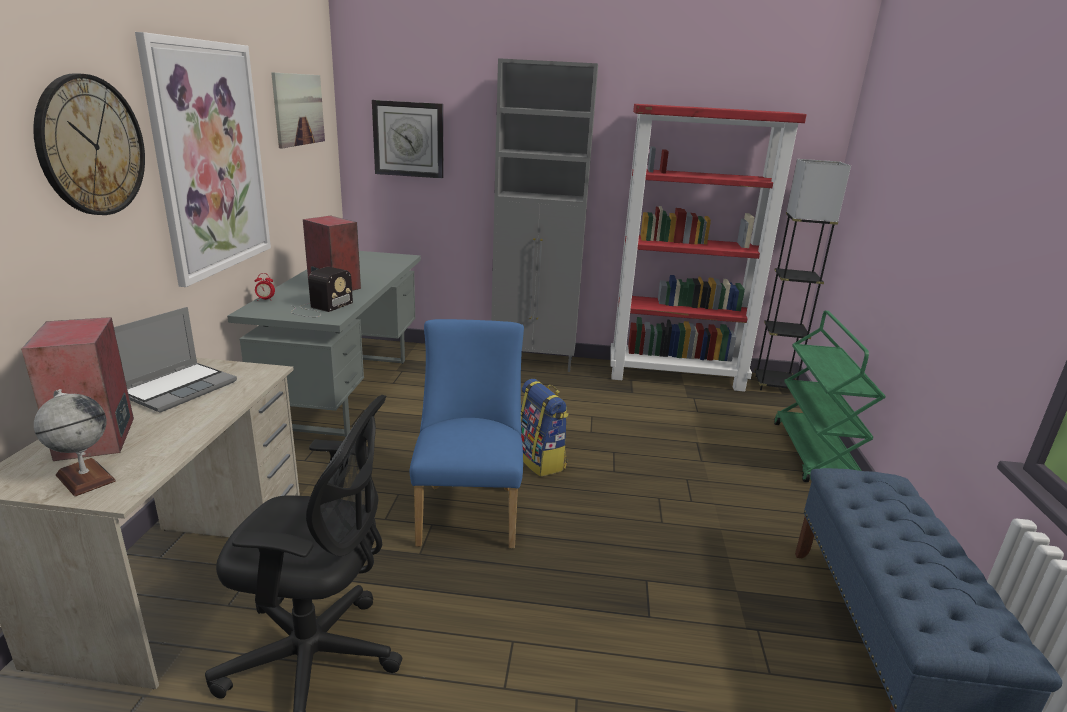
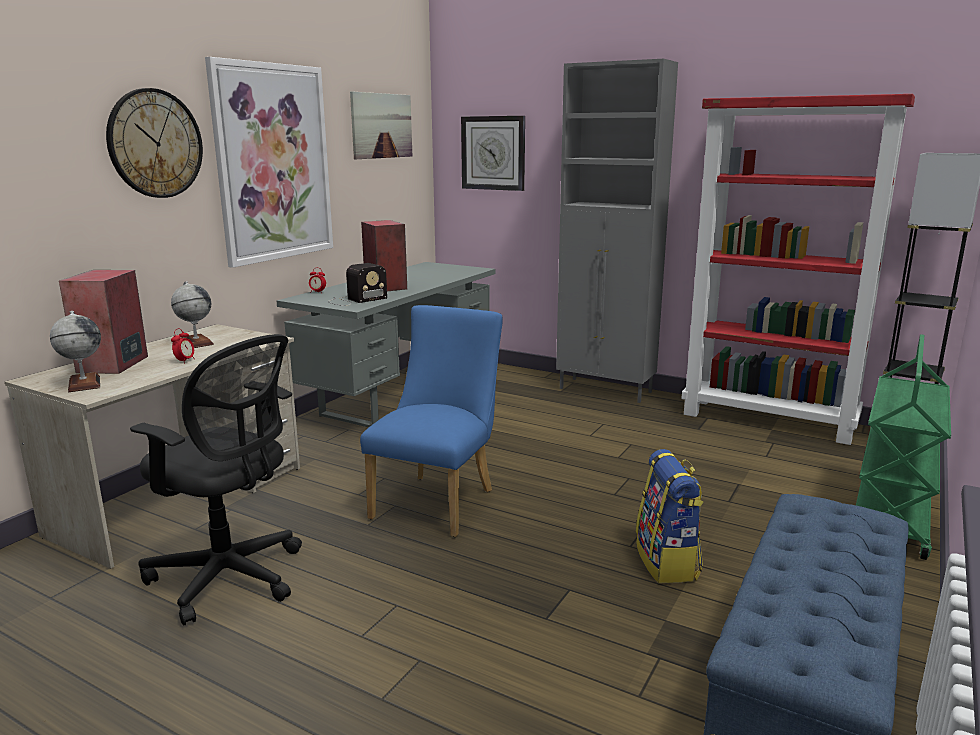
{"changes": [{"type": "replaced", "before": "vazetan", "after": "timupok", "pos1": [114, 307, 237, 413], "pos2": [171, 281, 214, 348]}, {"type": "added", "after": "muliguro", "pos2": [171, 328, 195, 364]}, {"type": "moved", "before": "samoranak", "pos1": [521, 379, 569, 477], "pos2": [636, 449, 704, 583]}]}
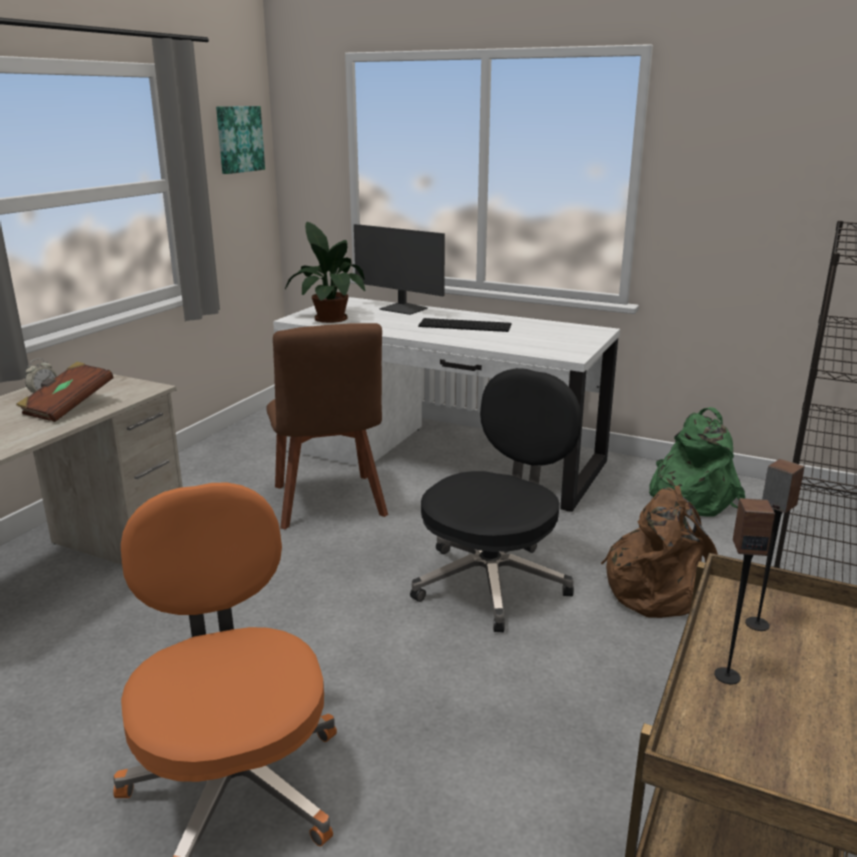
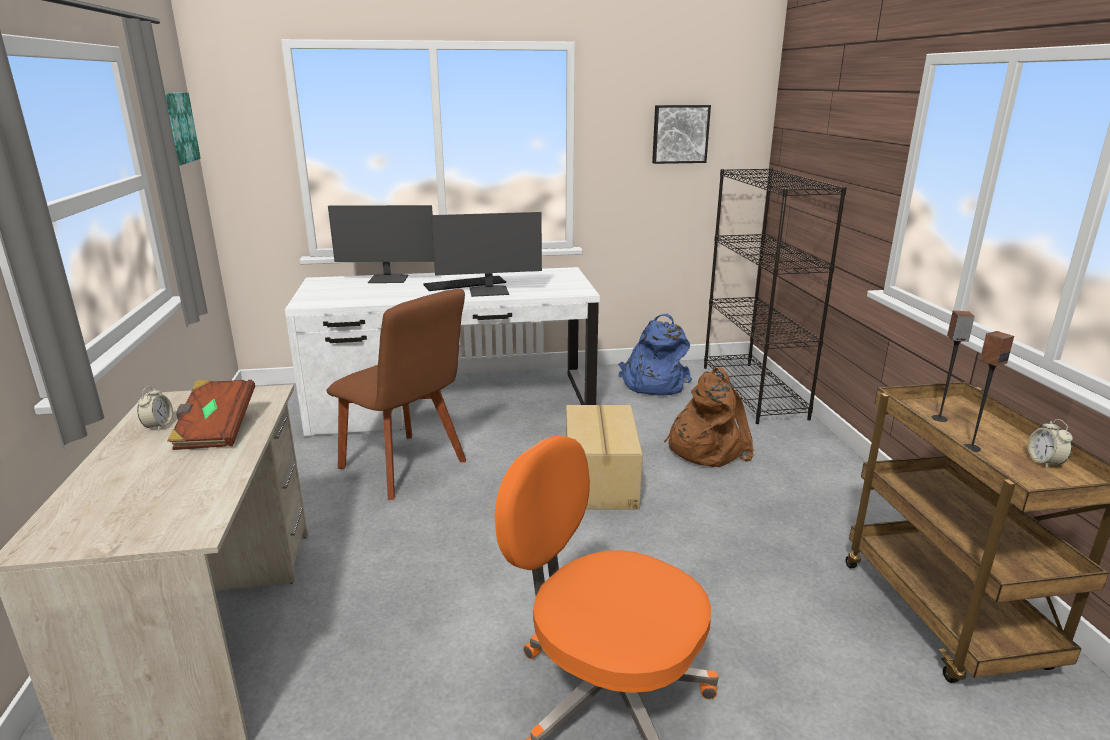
{"changes": [{"type": "added", "after": "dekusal", "pos2": [431, 212, 542, 297]}, {"type": "replaced", "before": "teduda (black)", "after": "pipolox", "pos1": [410, 368, 581, 632], "pos2": [566, 405, 643, 510]}, {"type": "recoloured", "before": "samoranak (green)", "after": "samoranak (blue)", "pos1": [649, 407, 745, 517], "pos2": [618, 314, 692, 395]}, {"type": "added", "after": "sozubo", "pos2": [652, 105, 711, 164]}, {"type": "added", "after": "muliguro", "pos2": [1028, 419, 1073, 469]}, {"type": "removed", "before": "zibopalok", "pos1": [285, 222, 365, 323]}]}
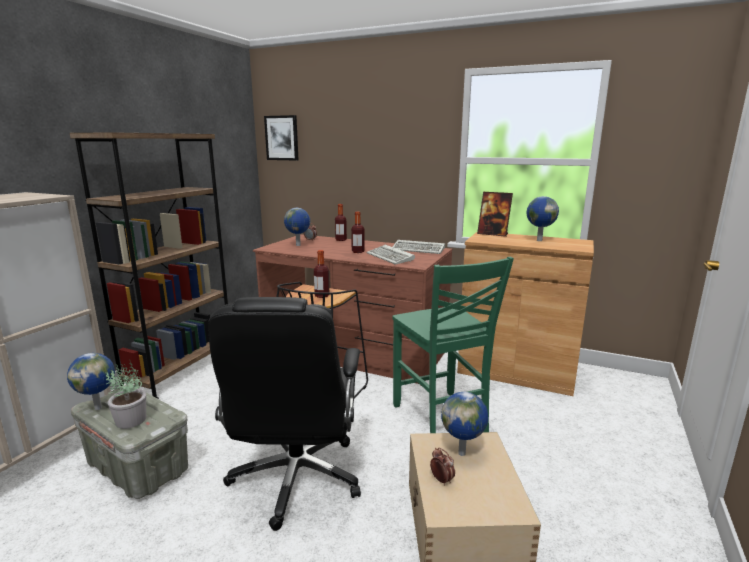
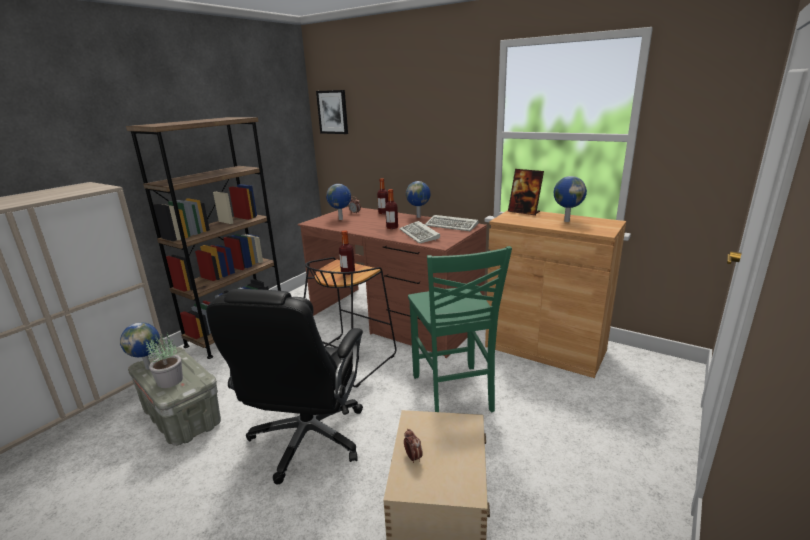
{"changes": [{"type": "moved", "before": "timupok", "pos1": [441, 392, 488, 456], "pos2": [406, 181, 430, 218]}]}
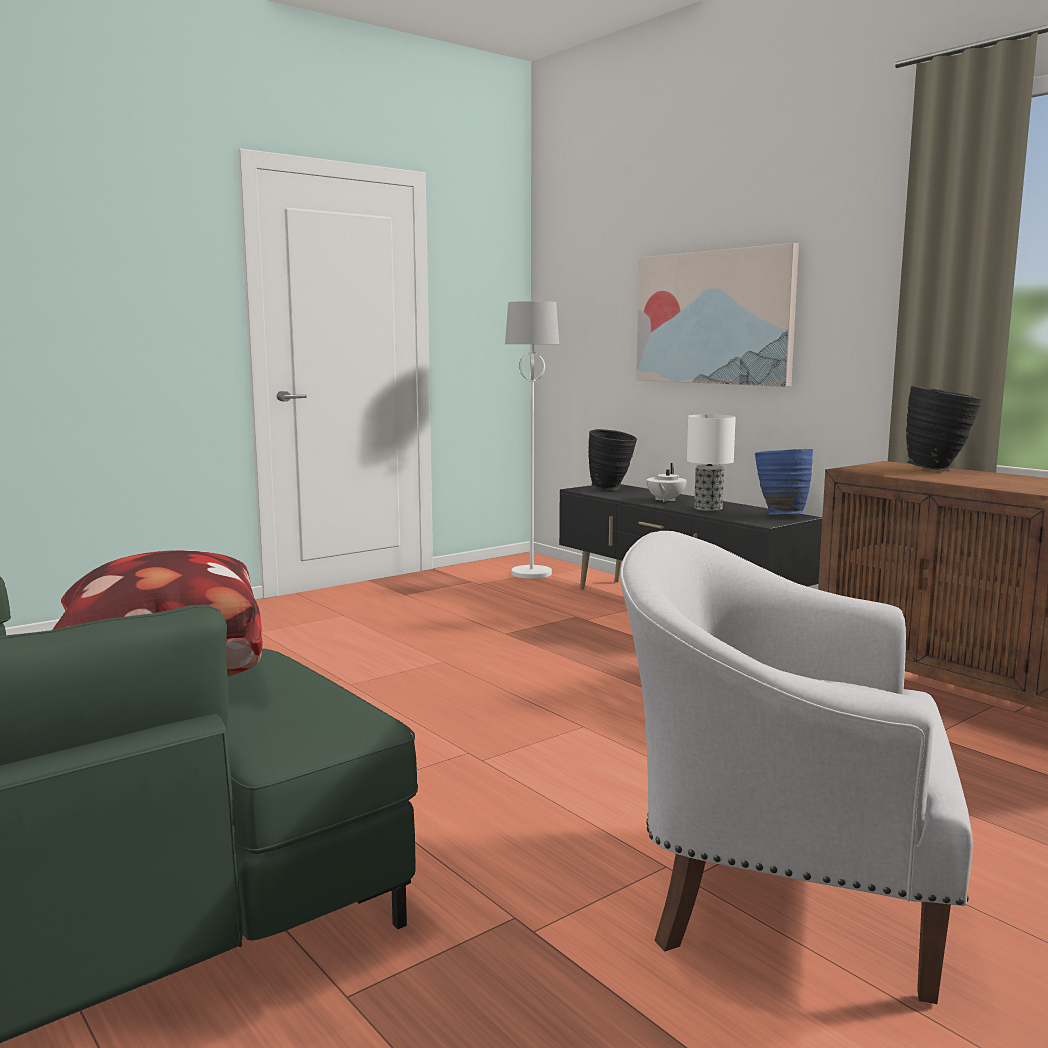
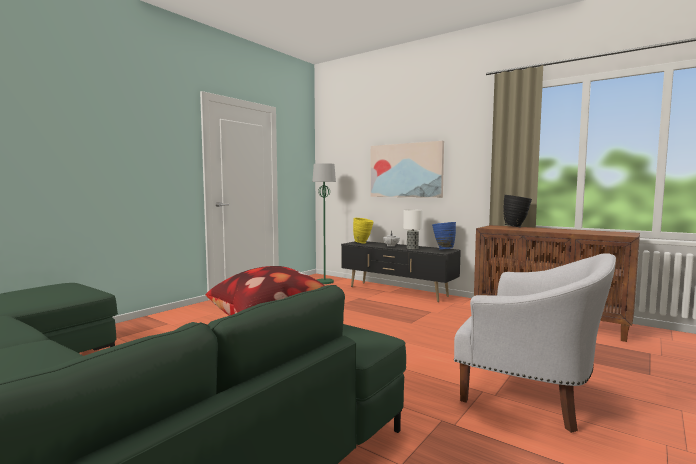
{"changes": [{"type": "recoloured", "before": "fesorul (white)", "after": "fesorul (green)", "pos1": [505, 301, 559, 579], "pos2": [312, 163, 336, 284]}, {"type": "recoloured", "before": "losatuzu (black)", "after": "losatuzu (yellow)", "pos1": [588, 429, 637, 491], "pos2": [353, 218, 374, 243]}, {"type": "turned", "before": "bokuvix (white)", "pos1": [620, 531, 973, 1004], "pos2": [454, 253, 616, 433], "turn": -150}]}
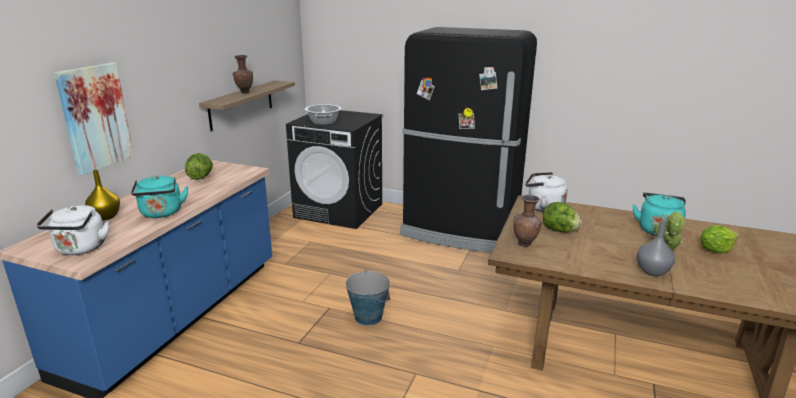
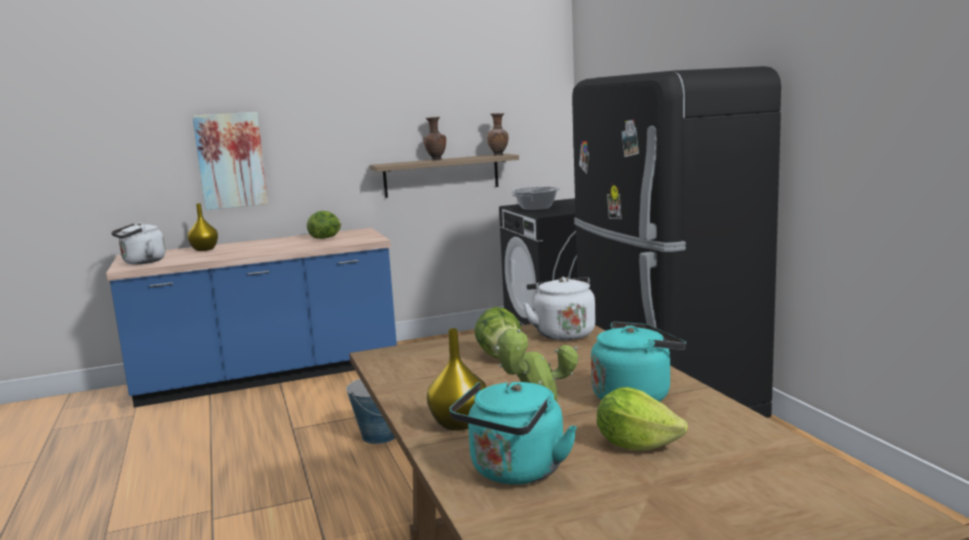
{"changes": [{"type": "recoloured", "before": "losatuzu (grey)", "after": "losatuzu (yellow)", "pos1": [637, 220, 675, 276], "pos2": [427, 328, 486, 431]}, {"type": "moved", "before": "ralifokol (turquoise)", "pos1": [131, 175, 188, 218], "pos2": [449, 382, 577, 485]}, {"type": "moved", "before": "losatuzu (brown)", "pos1": [513, 195, 542, 247], "pos2": [487, 113, 509, 156]}]}
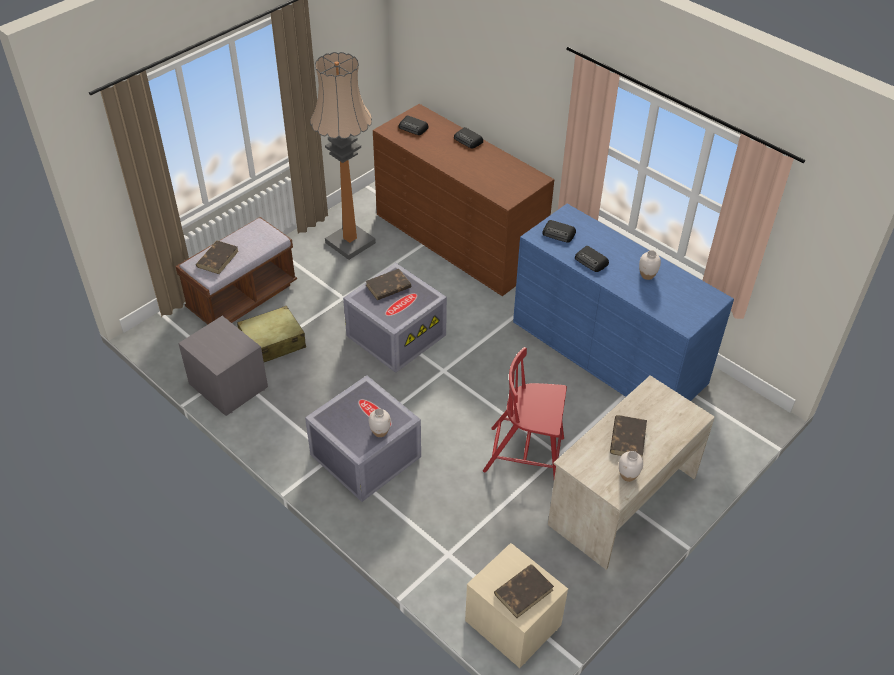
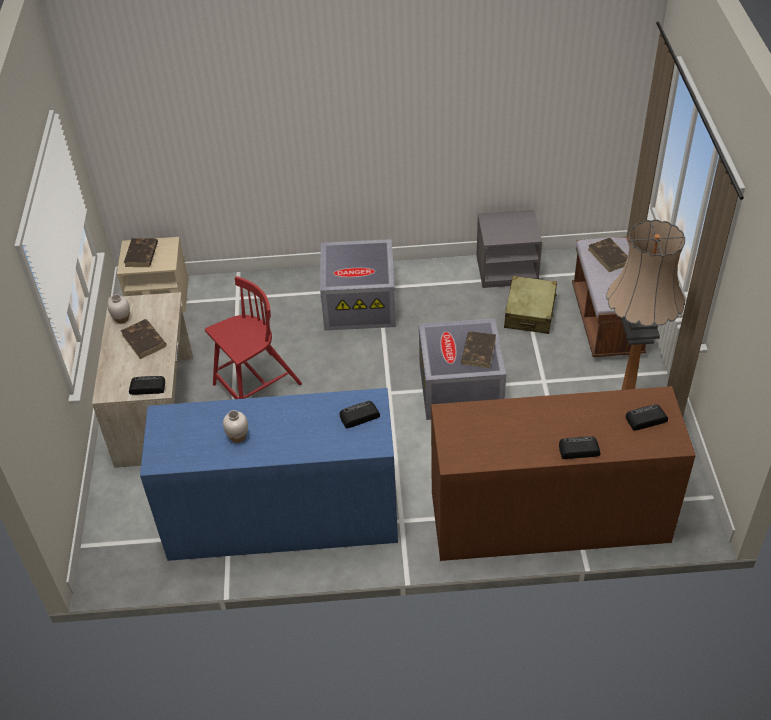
{"changes": [{"type": "moved", "before": "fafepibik", "pos1": [575, 246, 609, 272], "pos2": [129, 376, 165, 395]}, {"type": "removed", "before": "losatuzu (white)", "pos1": [369, 408, 391, 437]}]}
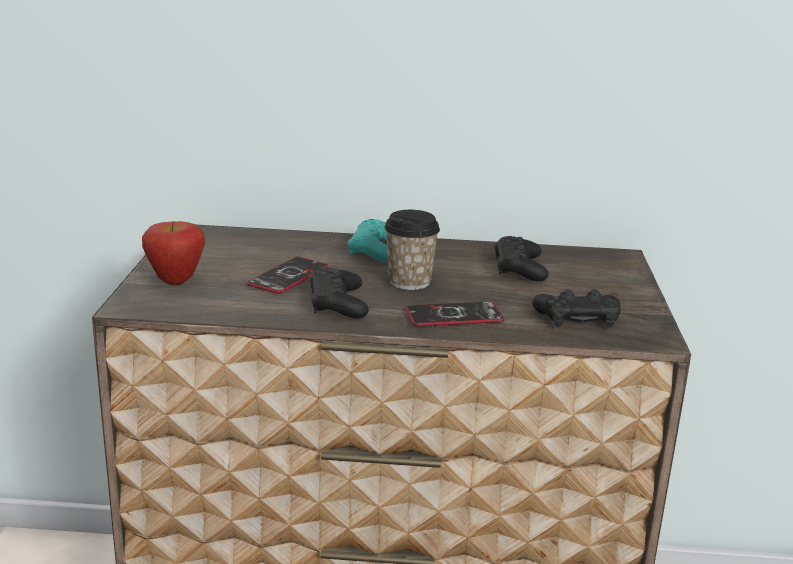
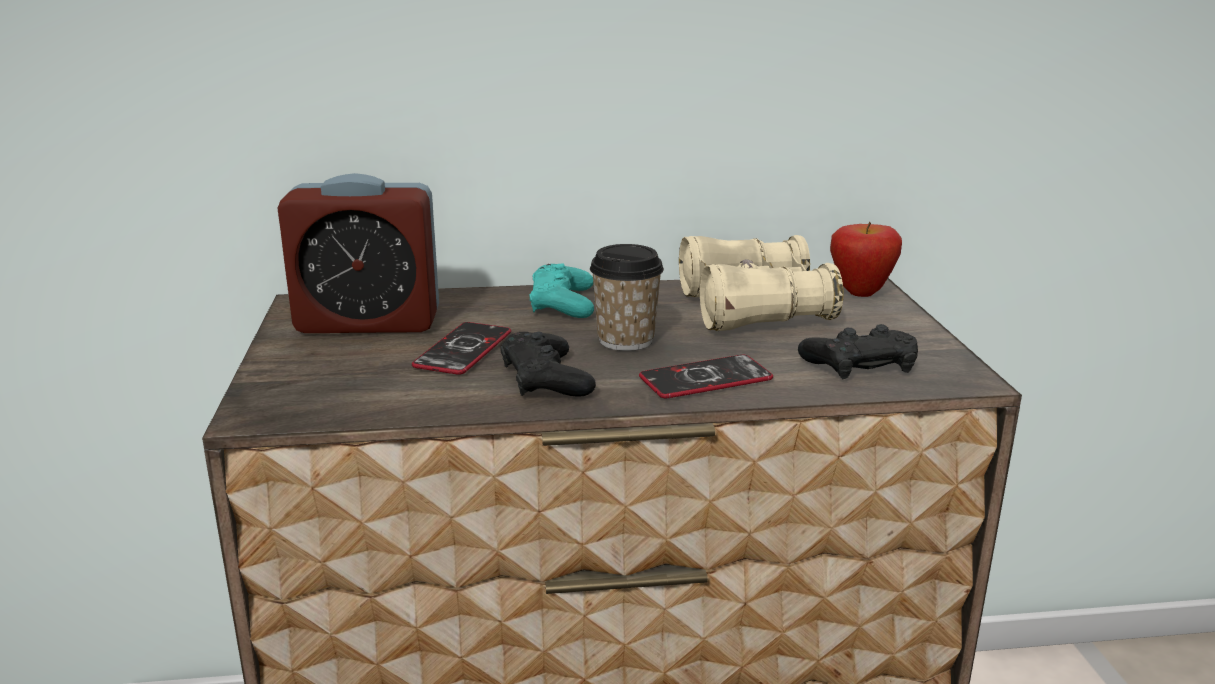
{"changes": [{"type": "added", "after": "muliguro", "pos2": [277, 173, 439, 333]}, {"type": "replaced", "before": "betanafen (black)", "after": "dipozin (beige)", "pos1": [494, 236, 548, 281], "pos2": [679, 235, 843, 331]}, {"type": "moved", "before": "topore", "pos1": [142, 221, 205, 285], "pos2": [830, 222, 902, 297]}]}
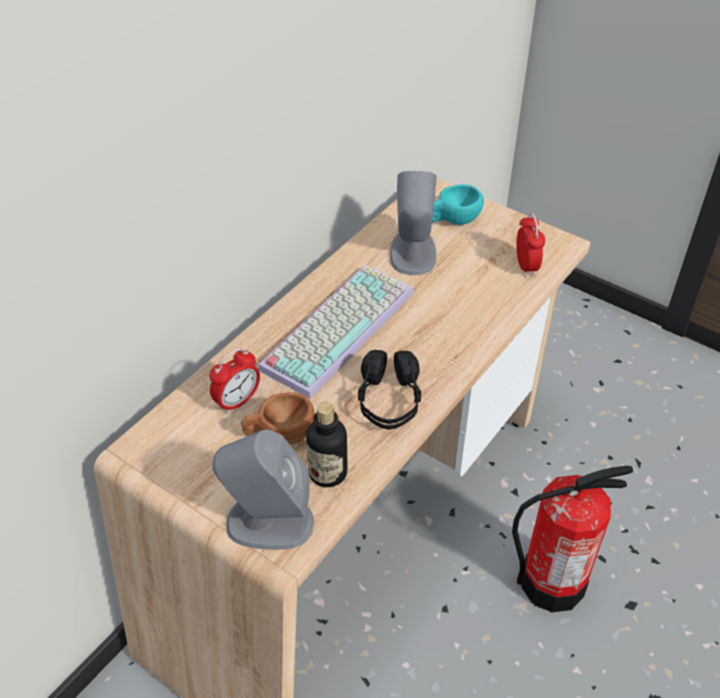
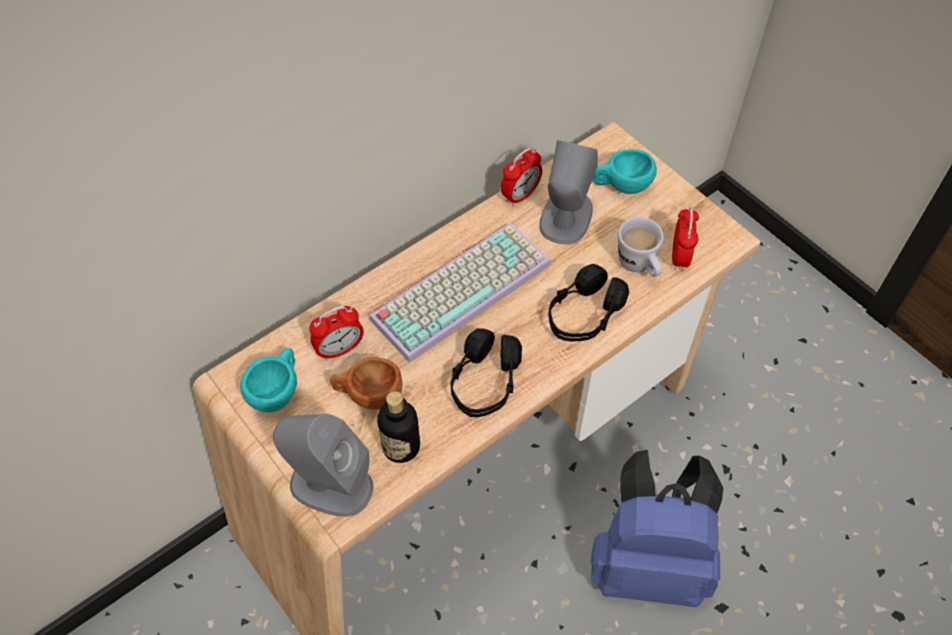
{"changes": [{"type": "added", "after": "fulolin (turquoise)", "pos2": [240, 348, 297, 412]}, {"type": "added", "after": "muliguro", "pos2": [501, 148, 542, 207]}, {"type": "added", "after": "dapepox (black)", "pos2": [548, 264, 629, 342]}, {"type": "replaced", "before": "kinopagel", "after": "samoranak (blue)", "pos1": [512, 466, 633, 612], "pos2": [591, 450, 723, 607]}, {"type": "added", "after": "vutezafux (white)", "pos2": [618, 217, 664, 277]}]}
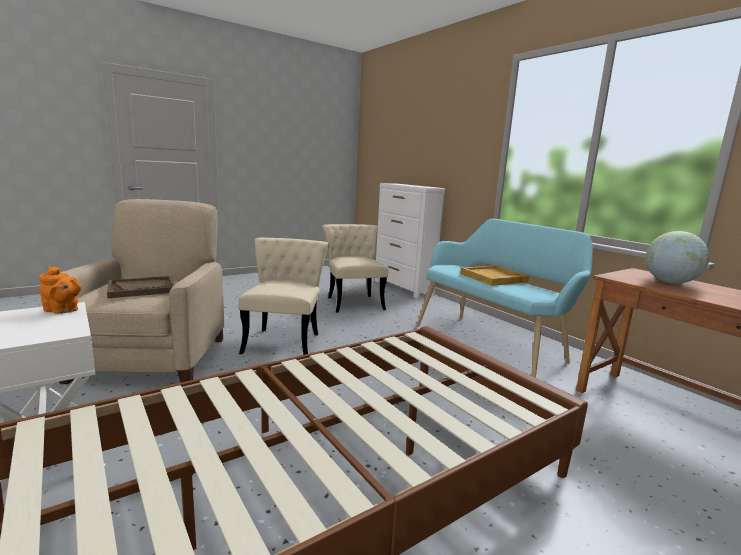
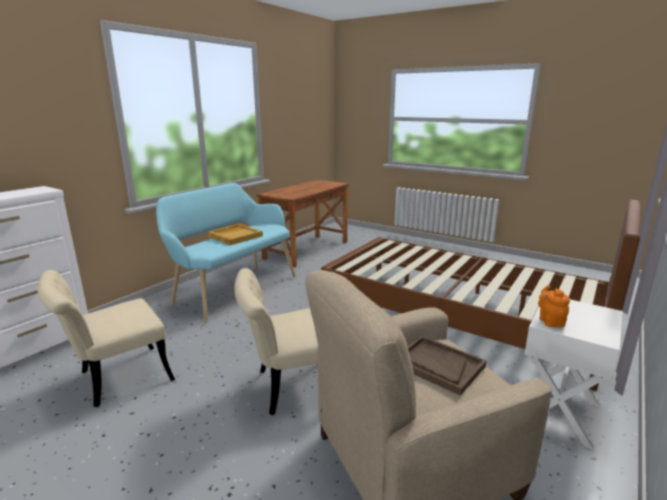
{"changes": [{"type": "removed", "before": "timupok", "pos1": [645, 231, 710, 284]}]}
